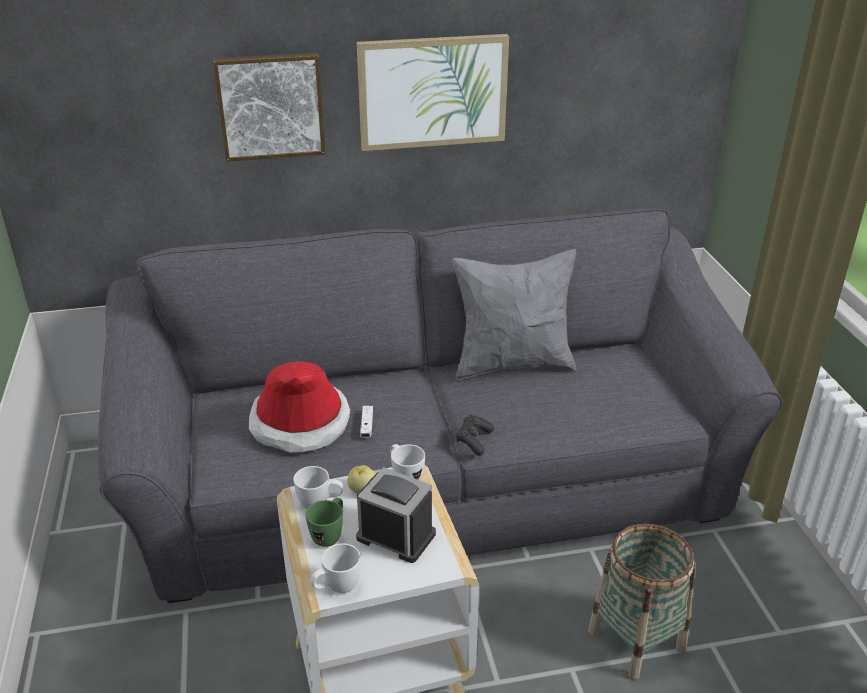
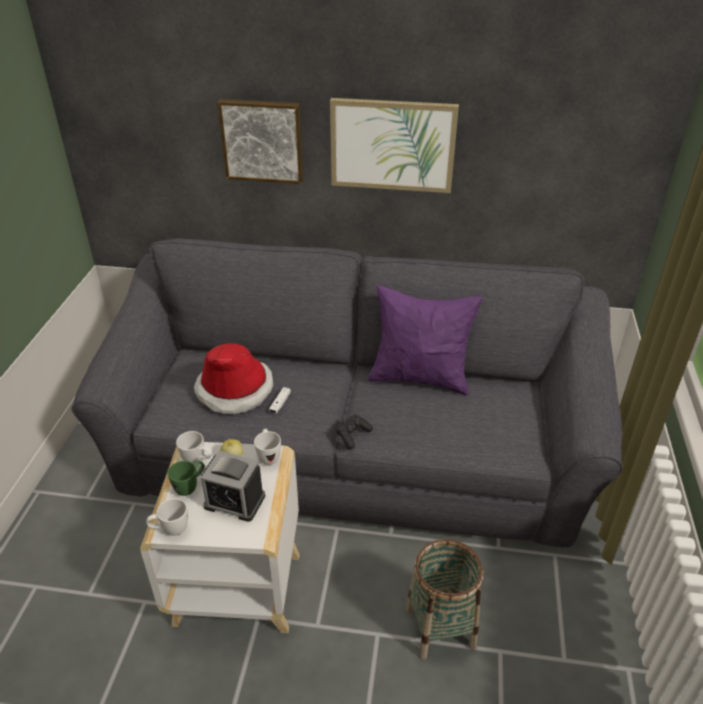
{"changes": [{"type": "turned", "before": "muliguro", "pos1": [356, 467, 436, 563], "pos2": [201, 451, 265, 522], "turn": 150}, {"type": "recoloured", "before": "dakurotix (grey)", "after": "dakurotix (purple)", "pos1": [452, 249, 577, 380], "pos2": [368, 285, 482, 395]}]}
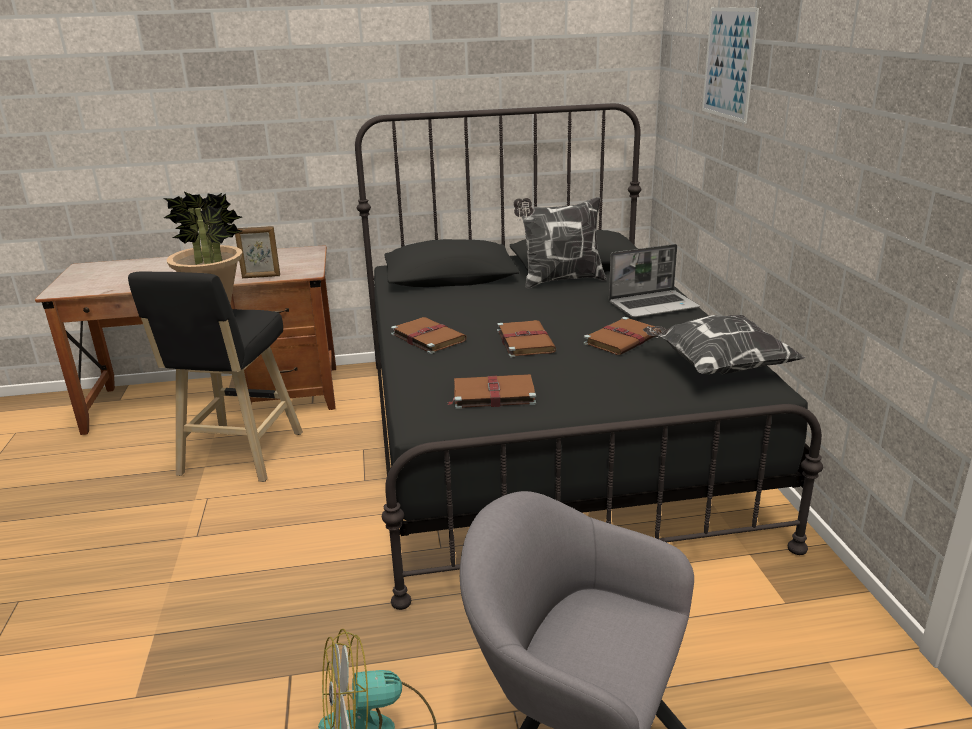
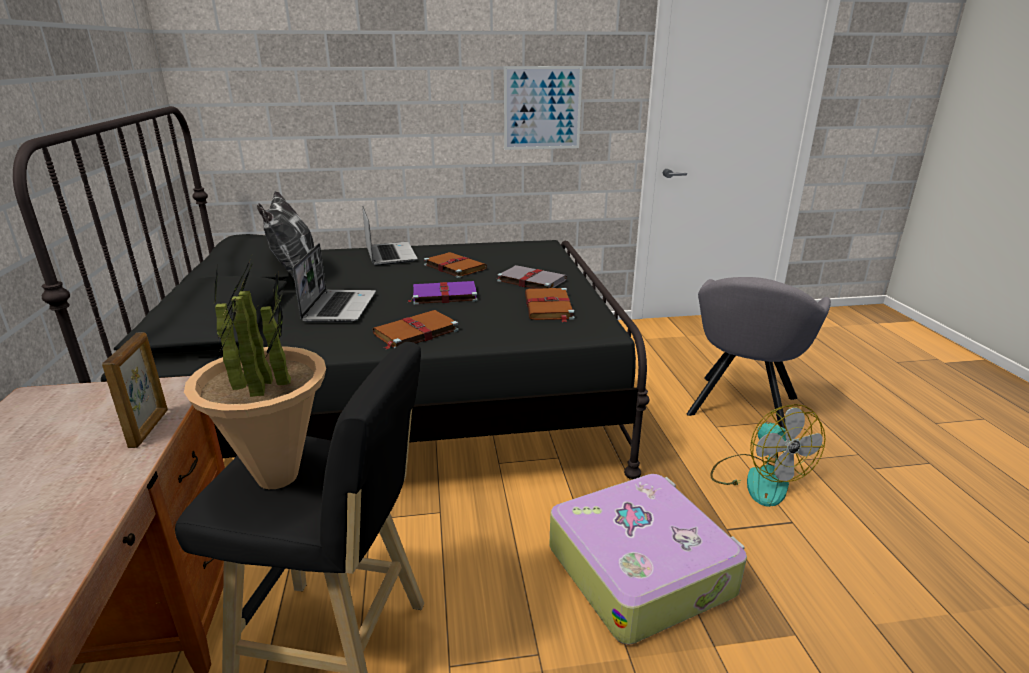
{"changes": [{"type": "added", "after": "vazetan", "pos2": [293, 243, 376, 322]}, {"type": "recoloured", "before": "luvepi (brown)", "after": "luvepi (purple)", "pos1": [497, 320, 556, 358], "pos2": [407, 281, 478, 305]}, {"type": "added", "after": "luvepi (grey)", "pos2": [497, 265, 567, 289]}, {"type": "moved", "before": "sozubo", "pos1": [702, 7, 759, 124], "pos2": [504, 66, 583, 150]}, {"type": "added", "after": "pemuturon", "pos2": [549, 474, 747, 645]}, {"type": "removed", "before": "dakurotix", "pos1": [643, 315, 806, 375]}]}
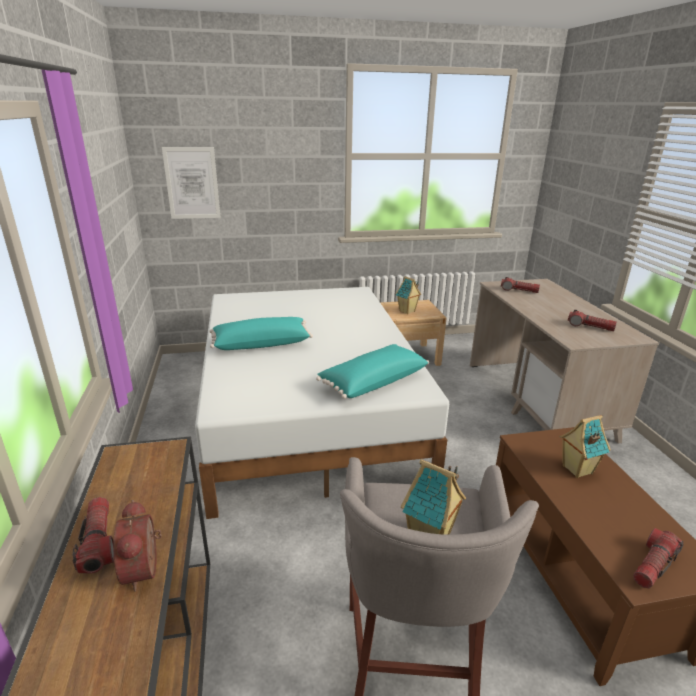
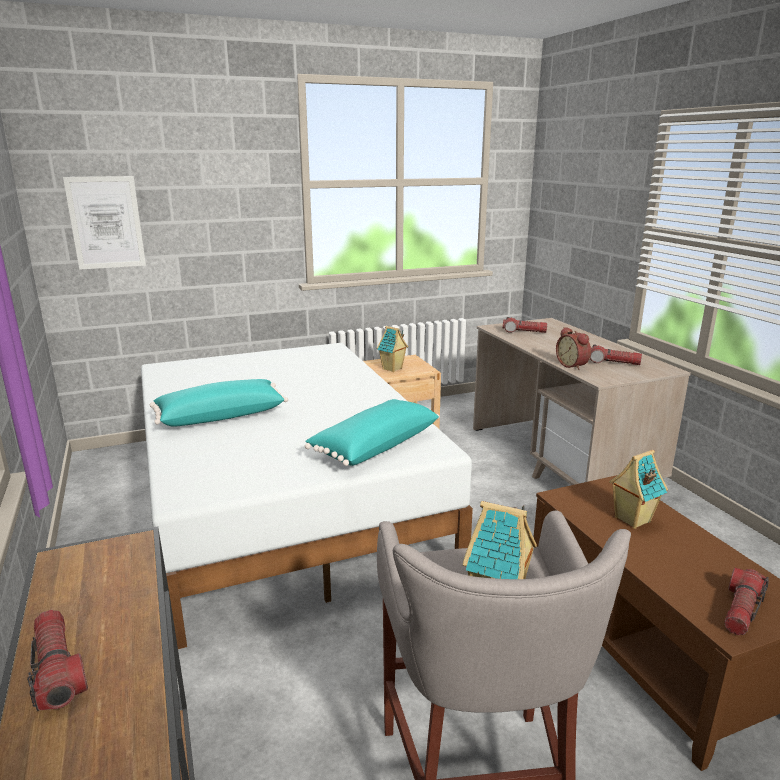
{"changes": [{"type": "moved", "before": "muliguro", "pos1": [113, 500, 162, 591], "pos2": [556, 327, 591, 370]}]}
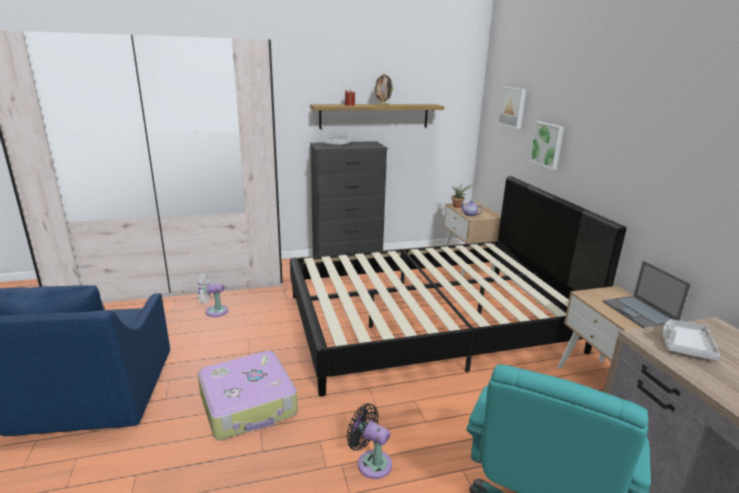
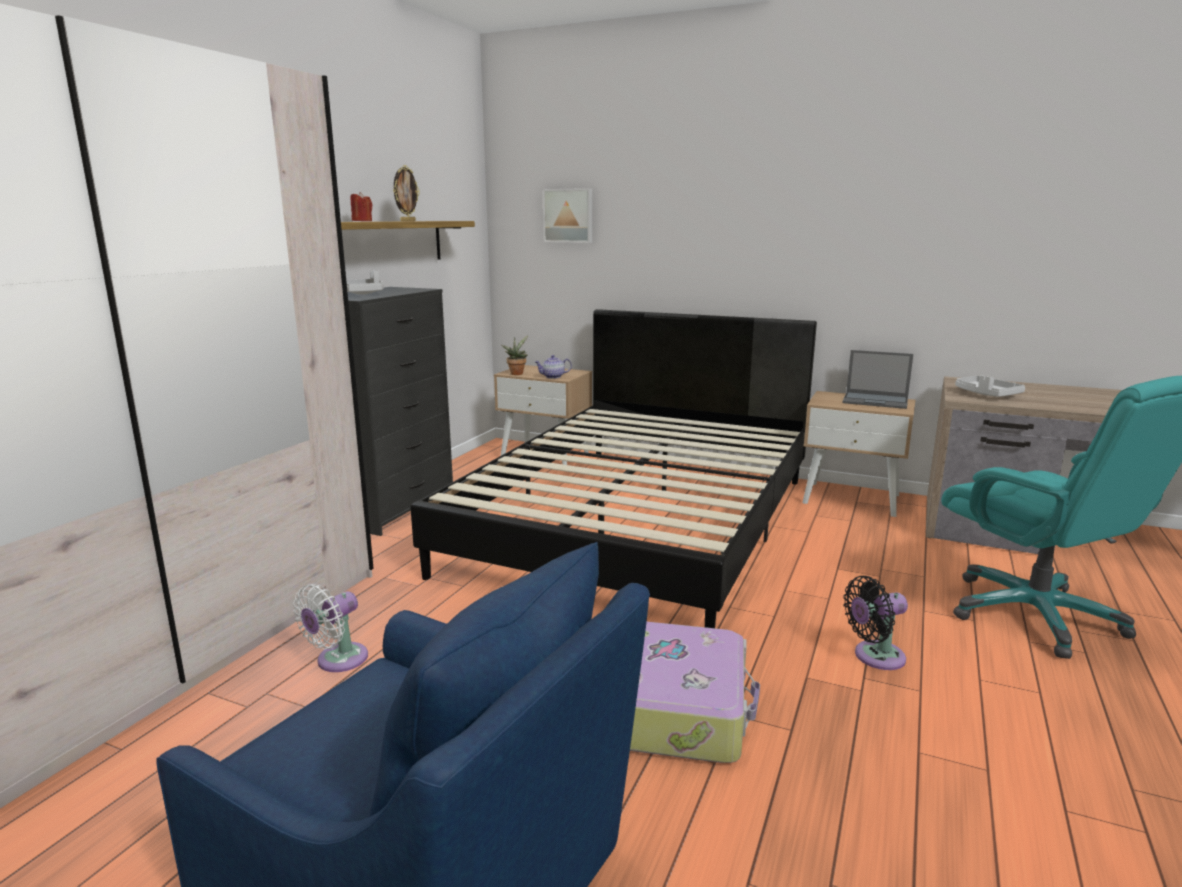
{"changes": [{"type": "removed", "before": "sozubo", "pos1": [529, 122, 564, 170]}]}
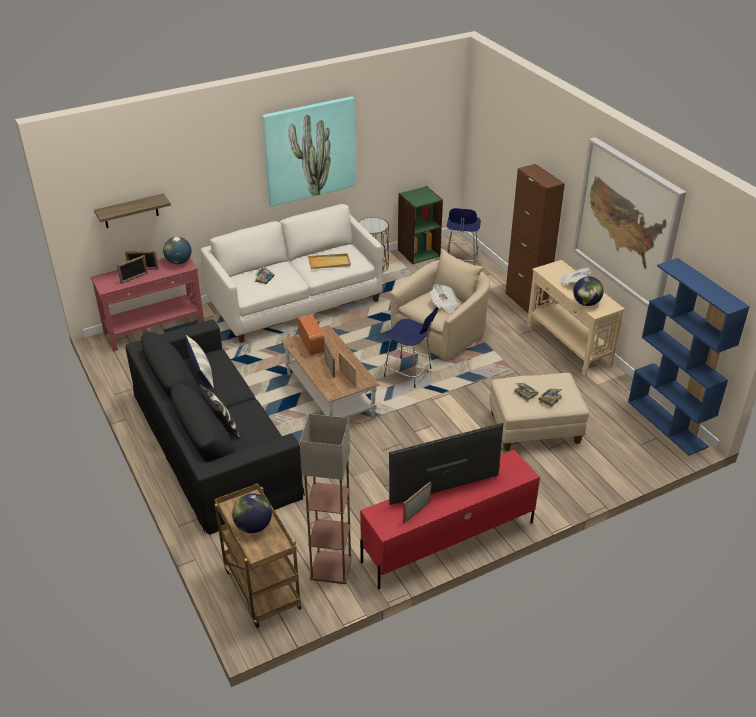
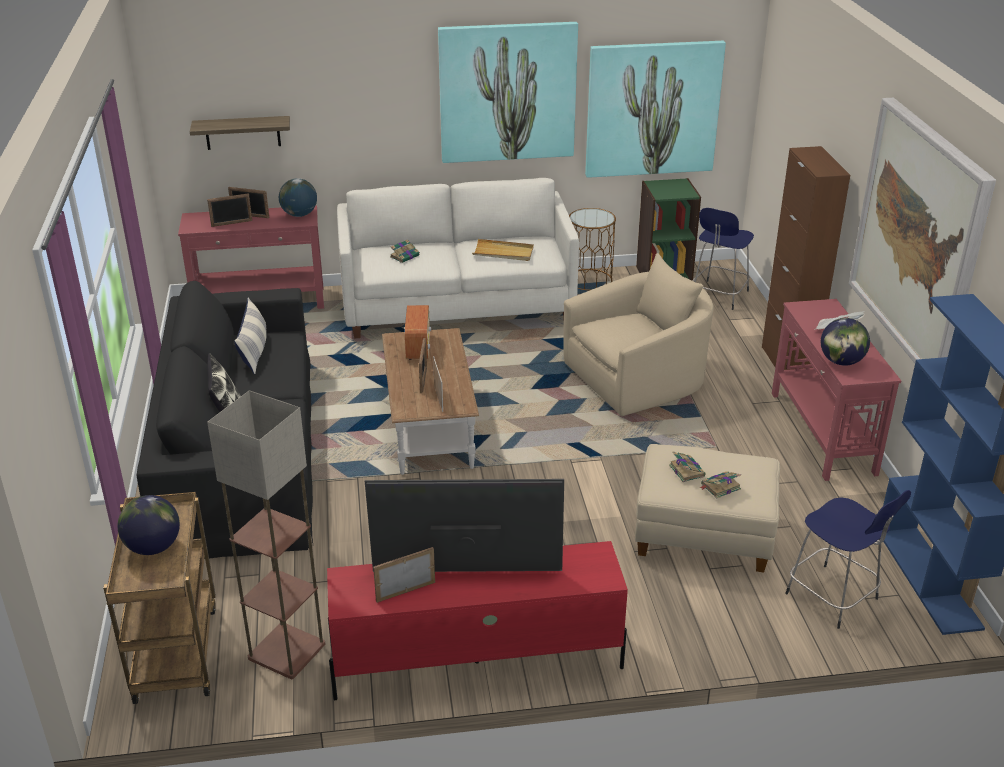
{"changes": [{"type": "added", "after": "sozubo", "pos2": [585, 41, 726, 178]}, {"type": "recoloured", "before": "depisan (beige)", "after": "depisan (red)", "pos1": [527, 260, 625, 377], "pos2": [772, 299, 901, 481]}, {"type": "moved", "before": "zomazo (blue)", "pos1": [384, 307, 438, 388], "pos2": [785, 490, 911, 629]}, {"type": "removed", "before": "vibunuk", "pos1": [430, 284, 459, 314]}]}
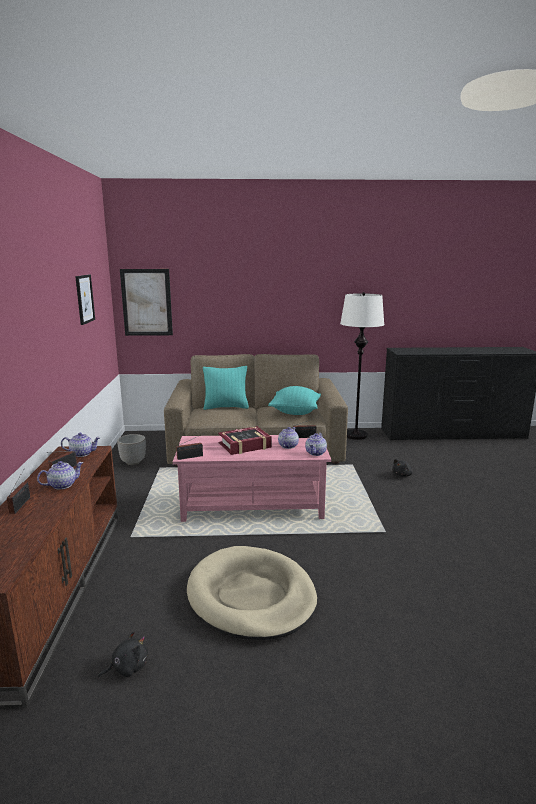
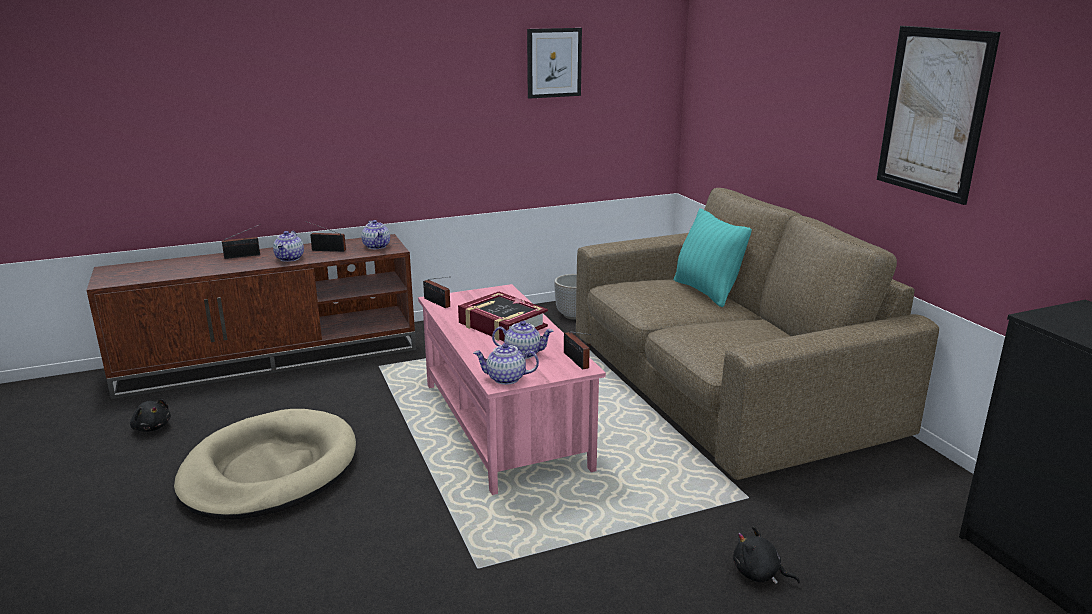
{"changes": [{"type": "turned", "before": "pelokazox", "pos1": [37, 461, 83, 490], "pos2": [273, 231, 304, 262], "turn": 60}, {"type": "moved", "before": "sozubo", "pos1": [120, 269, 173, 336], "pos2": [877, 26, 1001, 205]}, {"type": "removed", "before": "dakurotix (turquoise)", "pos1": [268, 386, 321, 415]}, {"type": "removed", "before": "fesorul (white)", "pos1": [340, 292, 385, 440]}]}
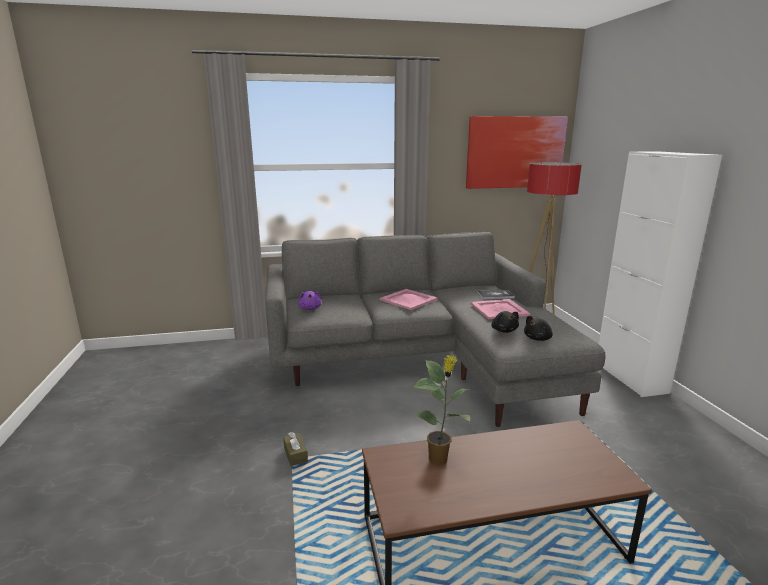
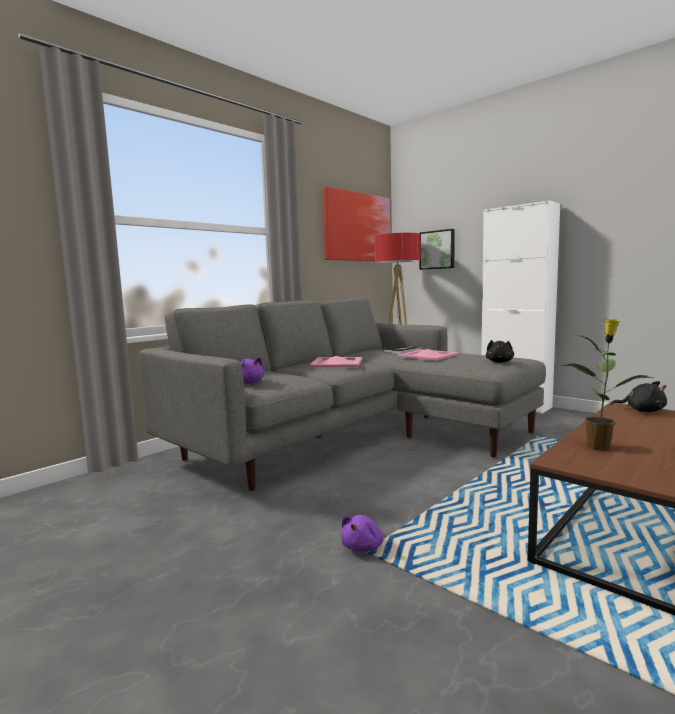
{"changes": [{"type": "replaced", "before": "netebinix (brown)", "after": "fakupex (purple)", "pos1": [283, 432, 308, 467], "pos2": [341, 515, 384, 552]}, {"type": "added", "after": "sozubo", "pos2": [420, 229, 455, 270]}, {"type": "moved", "before": "fakupex (black)", "pos1": [491, 311, 519, 333], "pos2": [611, 381, 667, 412]}]}
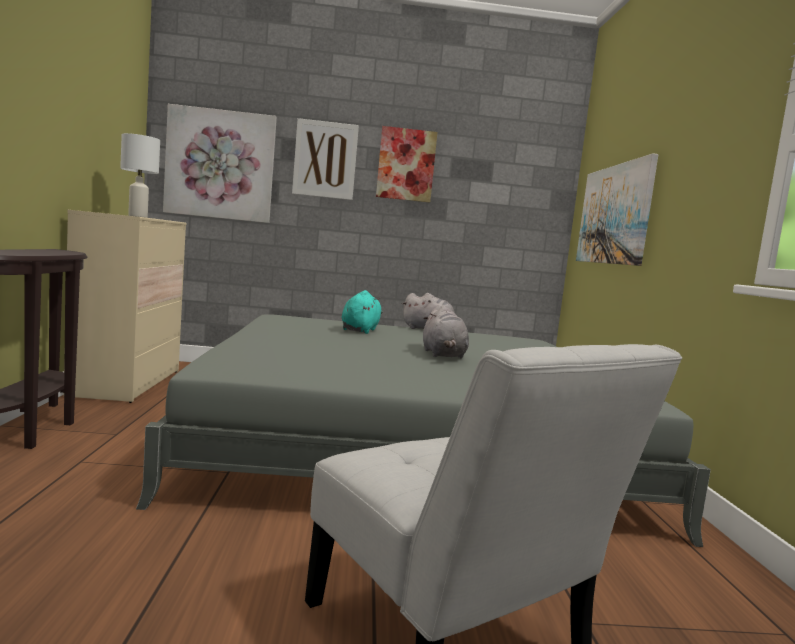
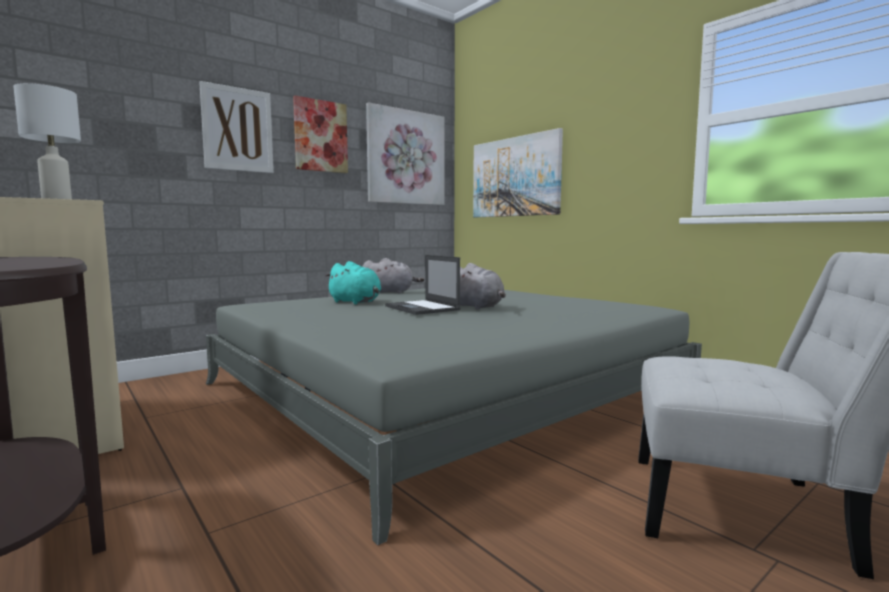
{"changes": [{"type": "turned", "before": "fakupex (turquoise)", "pos1": [342, 290, 383, 334], "pos2": [325, 261, 381, 304], "turn": 150}, {"type": "moved", "before": "sozubo", "pos1": [163, 104, 277, 223], "pos2": [366, 102, 444, 205]}, {"type": "added", "after": "vazetan", "pos2": [385, 255, 461, 315]}]}
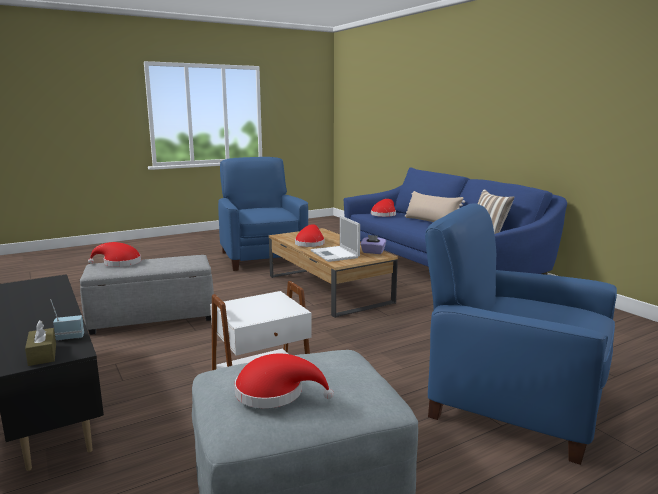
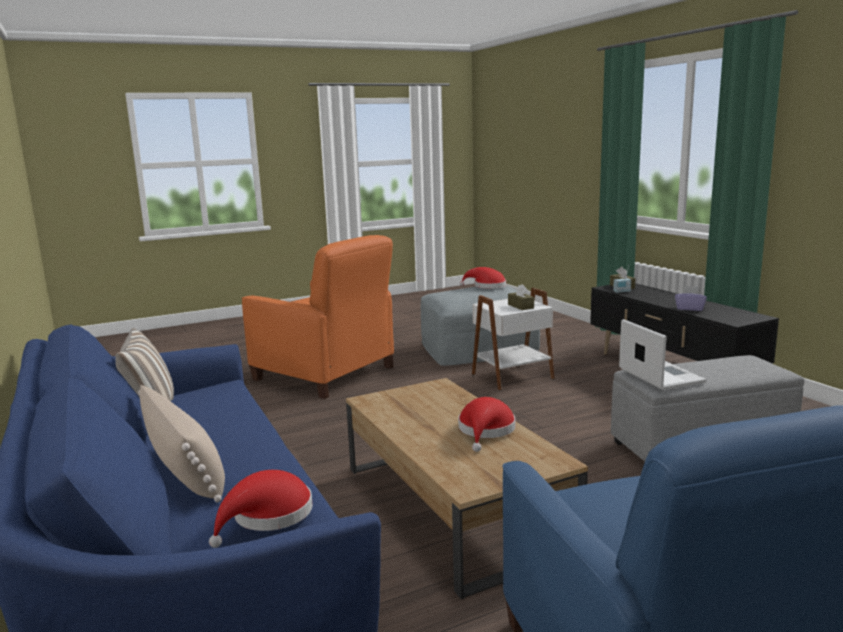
{"changes": [{"type": "recoloured", "before": "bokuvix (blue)", "after": "bokuvix (orange)", "pos1": [425, 203, 617, 465], "pos2": [242, 235, 394, 399]}, {"type": "added", "after": "netebinix (brown)", "pos2": [508, 284, 534, 310]}, {"type": "moved", "before": "vazetan", "pos1": [311, 215, 360, 262], "pos2": [619, 319, 707, 390]}, {"type": "moved", "before": "netebinix (purple)", "pos1": [360, 235, 386, 254], "pos2": [675, 286, 707, 311]}, {"type": "removed", "before": "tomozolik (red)", "pos1": [88, 242, 141, 267]}]}
